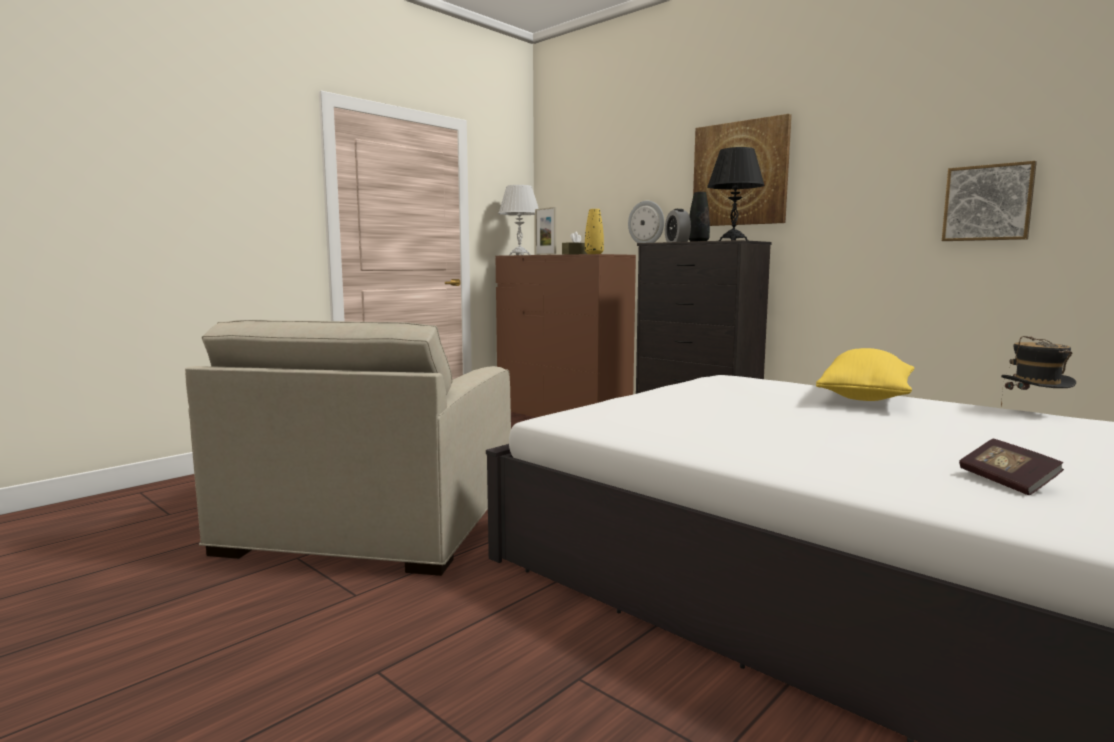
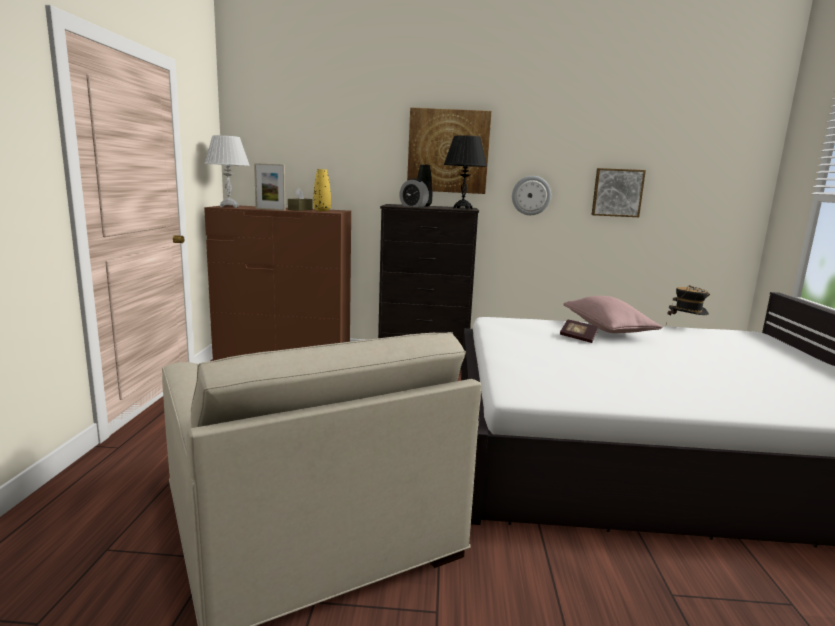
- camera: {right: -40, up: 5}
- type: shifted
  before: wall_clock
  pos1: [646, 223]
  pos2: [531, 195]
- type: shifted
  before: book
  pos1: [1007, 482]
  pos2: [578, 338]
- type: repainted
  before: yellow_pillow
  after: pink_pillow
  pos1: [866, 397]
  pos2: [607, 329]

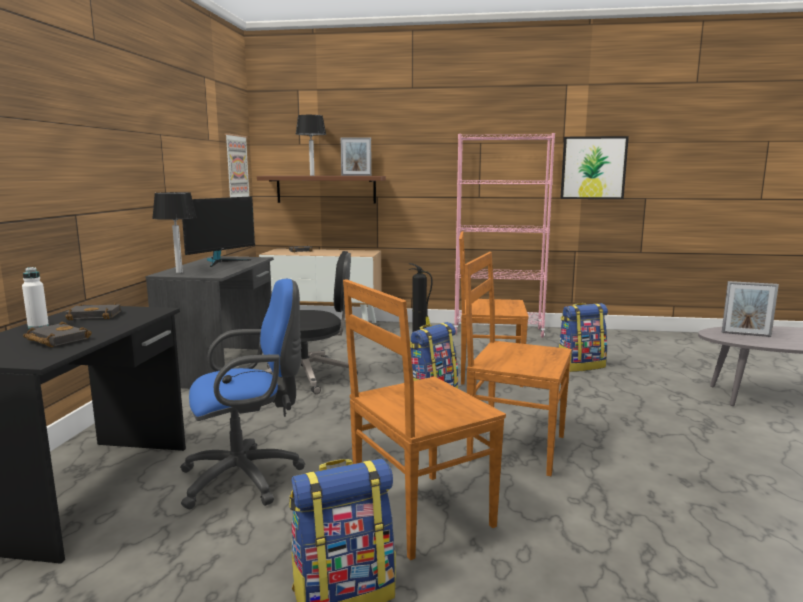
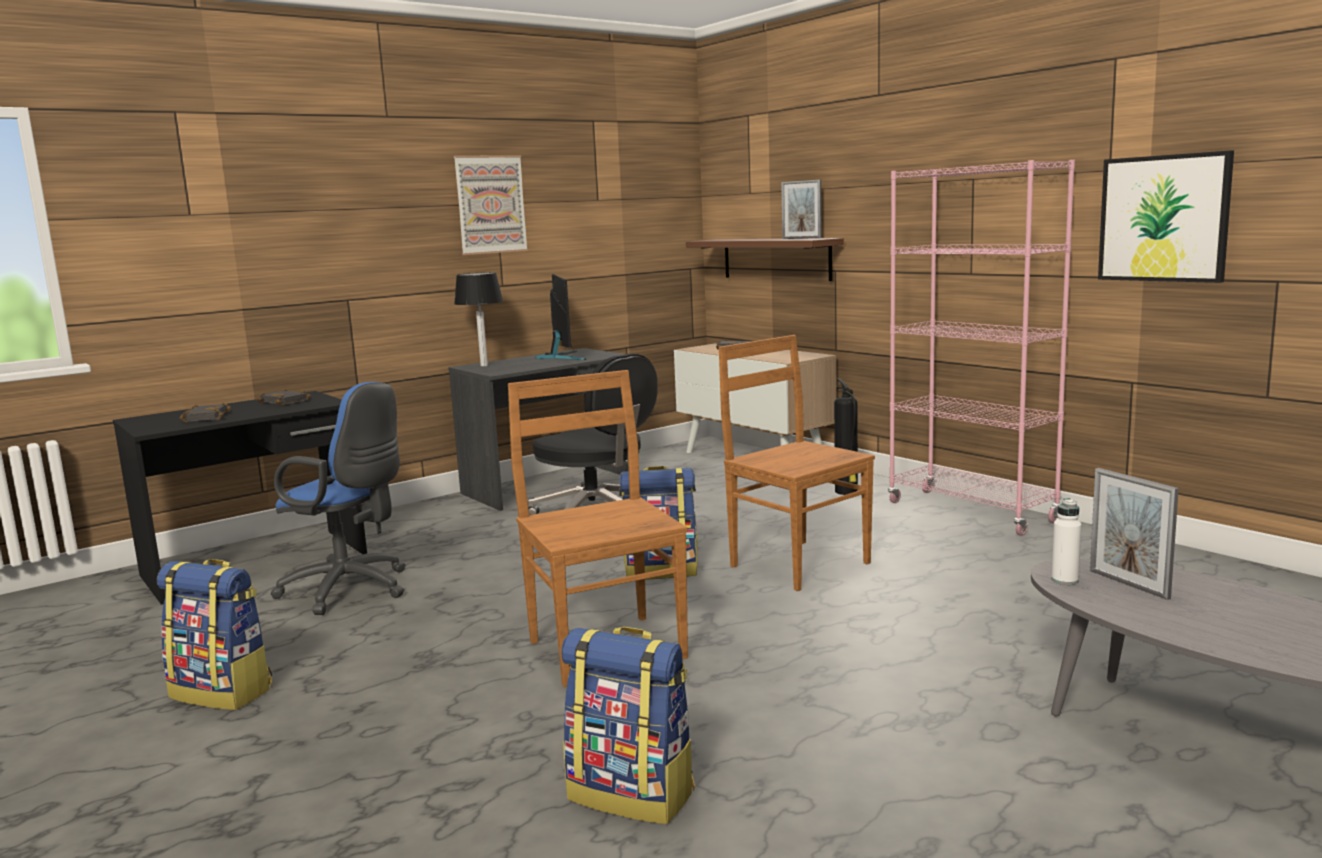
- camera: {right: 45, up: 0}
- type: shifted
  before: picture
  pos1: [236, 167]
  pos2: [490, 204]
- type: rotated
  before: monitor
  pos1: [221, 262]
  pos2: [561, 356]
  turn: -90
- type: shifted
  before: backpack
  pos1: [580, 366]
  pos2: [633, 794]
- type: shifted
  before: white_bottle
  pos1: [38, 326]
  pos2: [1065, 580]
- type: gone
  before: table_lamp
  pos1: [312, 175]
- type: gone
  before: brown_chair
  pos1: [418, 514]

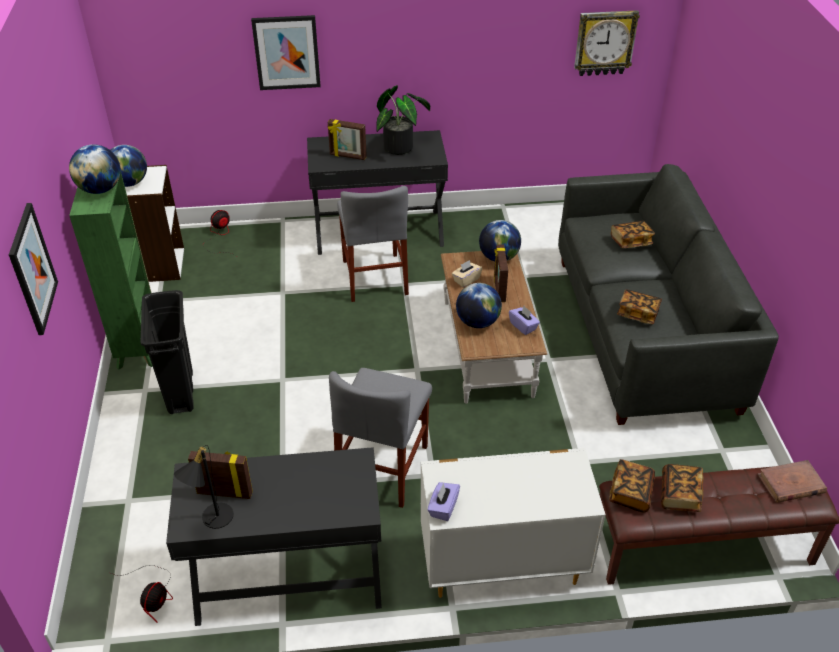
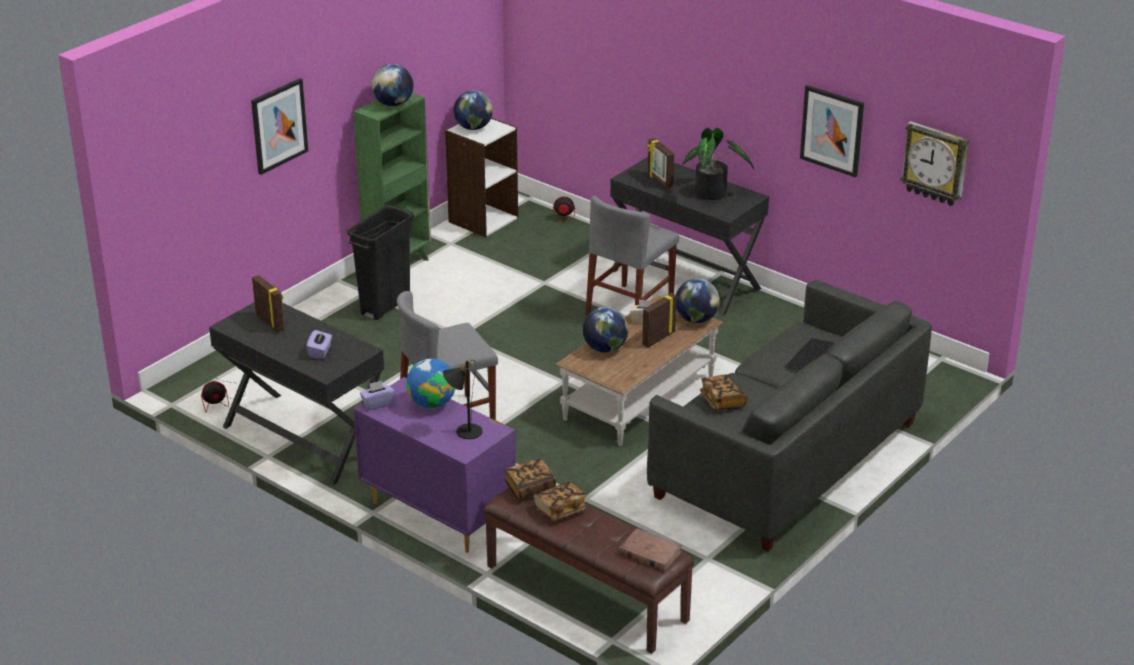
- camera: {right: 45, up: -10}
- type: shifted
  before: purple_tissue_box
  pos1: [523, 326]
  pos2: [320, 352]
- type: repainted
  before: white_dresser
  after: purple_dresser
  pos1: [501, 564]
  pos2: [437, 513]
- type: new
  after: globe
  pos2: [432, 403]
- type: shifted
  before: black_table_lamp
  pos1: [211, 518]
  pos2: [464, 430]
- type: swapped
  before: book
  after: keyboard
  pos1: [630, 241]
  pos2: [810, 357]
- type: shifted
  before: picture
  pos1: [286, 52]
  pos2: [832, 130]

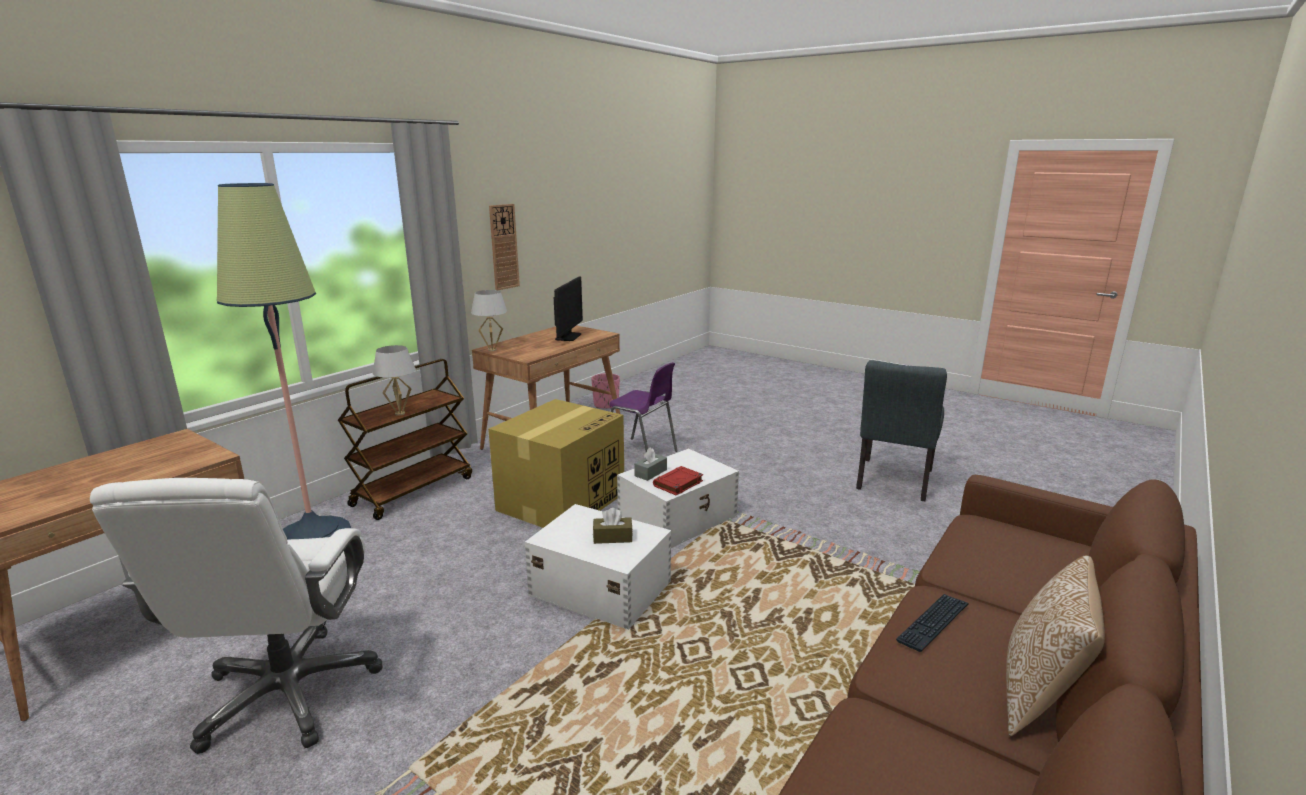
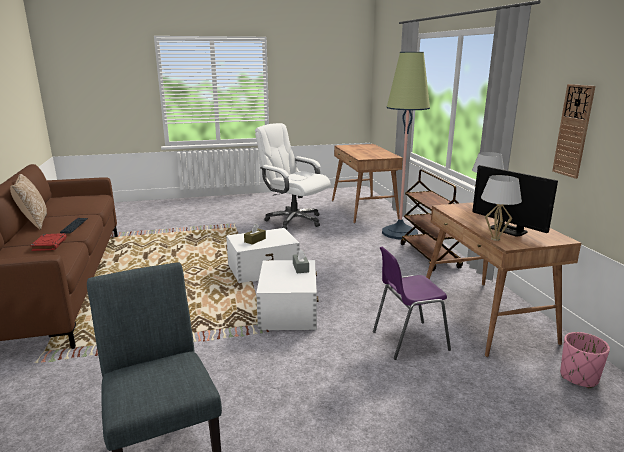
- camera: {right: 130, up: 0}
- type: shifted
  before: red_book
  pos1: [678, 484]
  pos2: [49, 244]
- type: shifted
  before: white_table_lamp
  pos1: [400, 413]
  pos2: [495, 239]
- type: gone
  before: cardboard_box
  pos1: [562, 501]

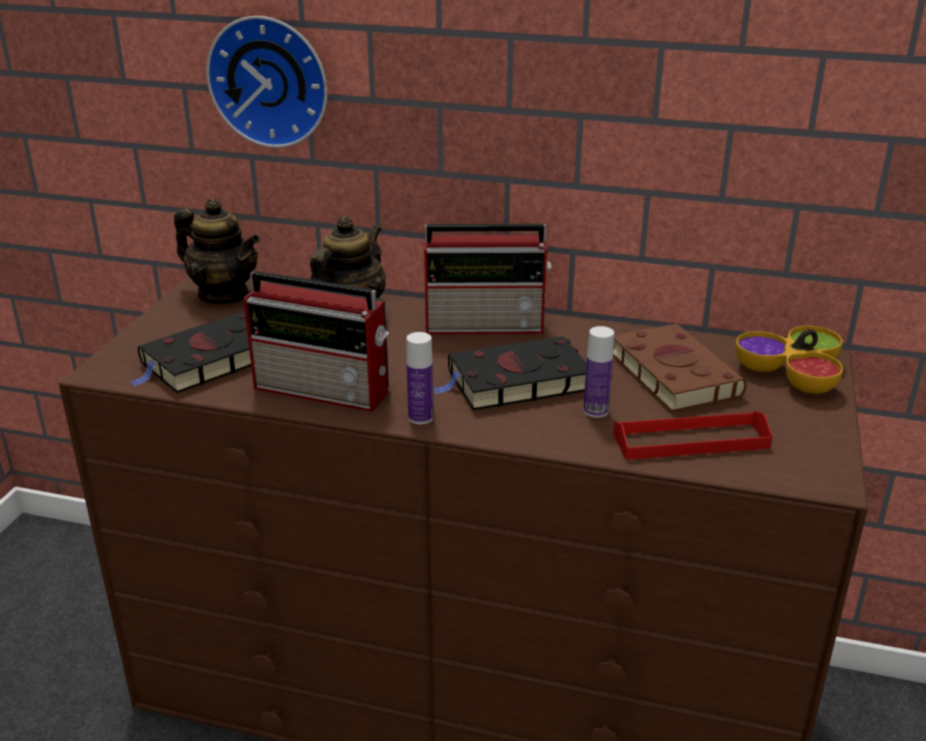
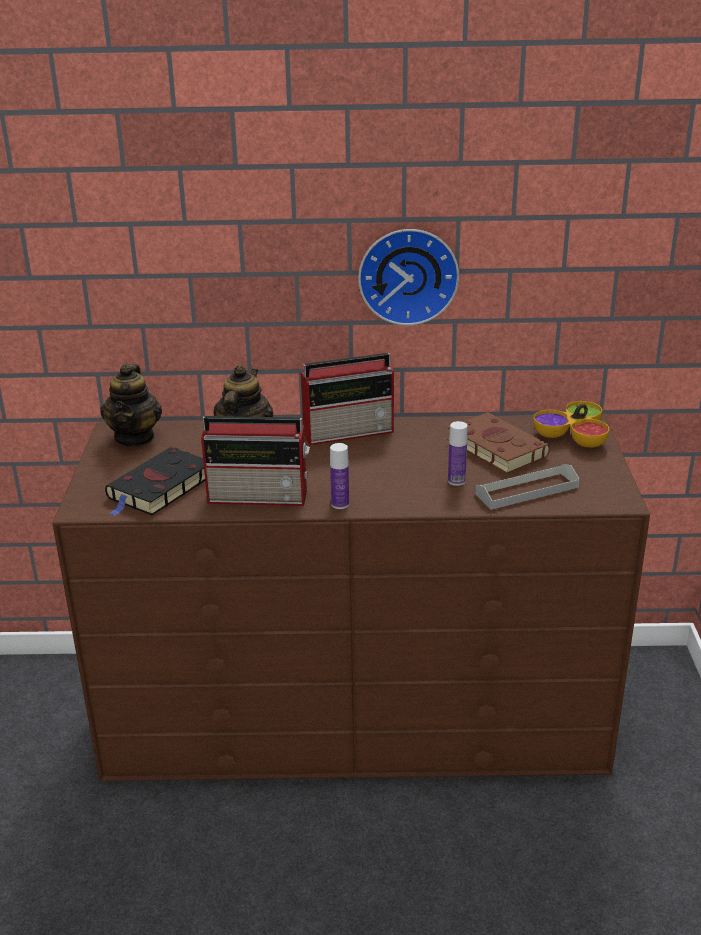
- camera: {right: -15, up: 0}
- type: rotated
  before: teapot
  pos1: [224, 295]
  pos2: [135, 437]
  turn: 75
- type: shifted
  before: wall_clock
  pos1: [271, 80]
  pos2: [408, 275]
- type: repainted
  before: red_tray
  after: grey_tray
  pos1: [690, 441]
  pos2: [527, 491]
- type: gone
  before: black_book
  pos1: [515, 382]

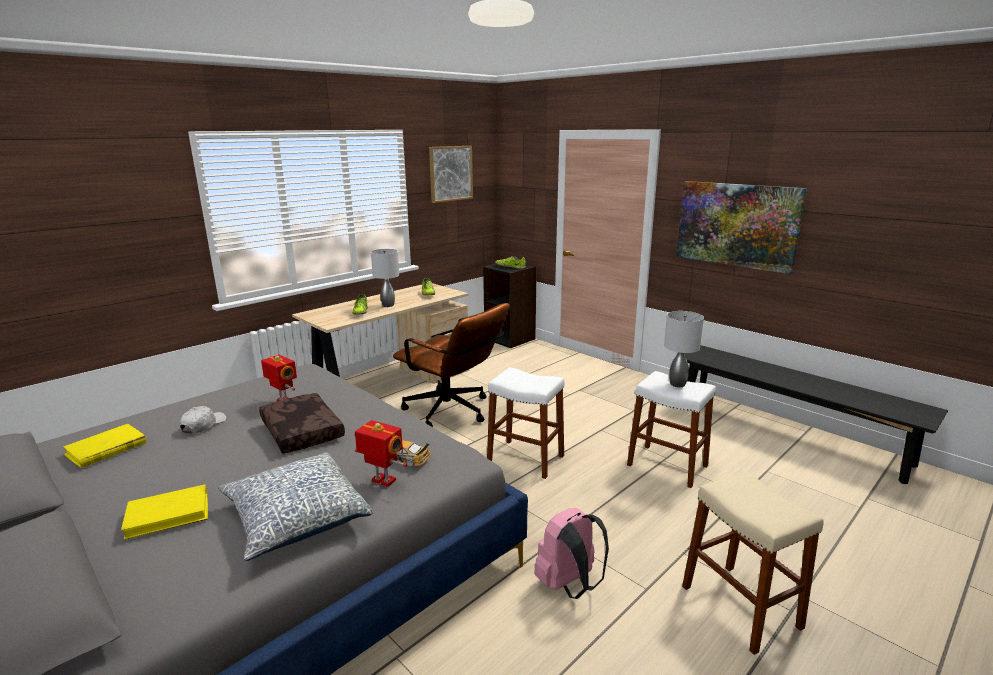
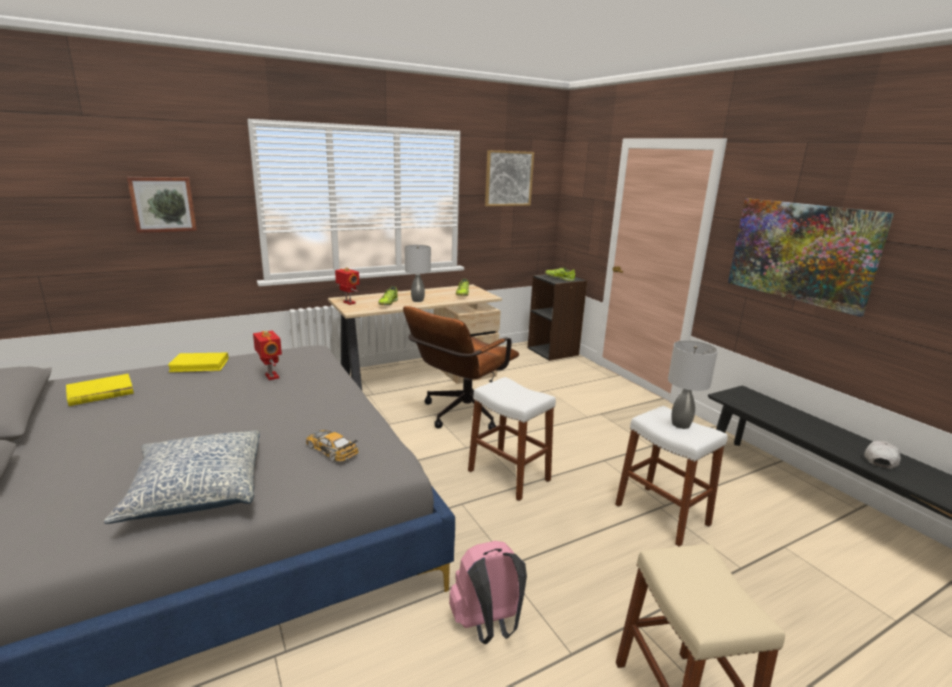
- camera: {right: 15, up: 0}
- type: new
  after: picture
  pos2: [163, 204]
- type: shifted
  before: yellow_book
  pos1: [168, 515]
  pos2: [200, 365]
- type: shifted
  before: toy_robot
  pos1: [382, 481]
  pos2: [348, 303]
- type: rotated
  before: brown_office_chair
  pos1: [453, 412]
  pos2: [460, 415]
  turn: 75
- type: shifted
  before: white_cap
  pos1: [203, 425]
  pos2: [880, 459]
- type: gone
  before: brown_pillow
  pos1: [300, 432]

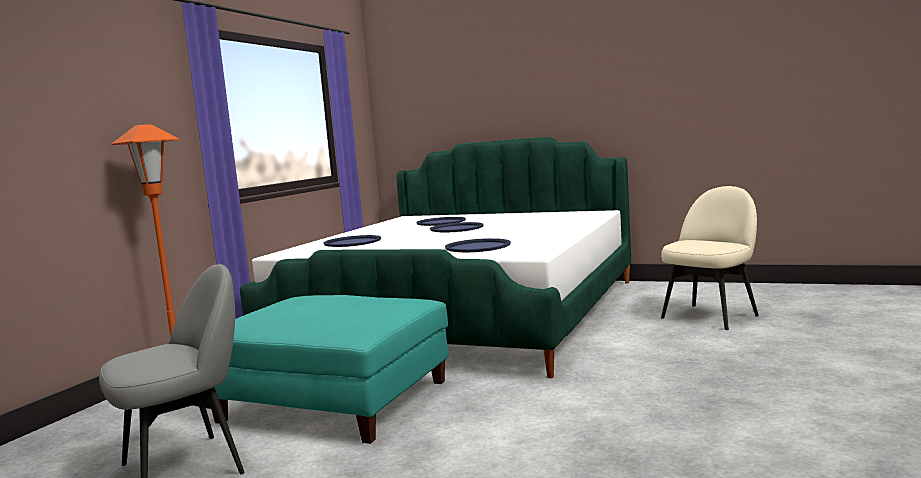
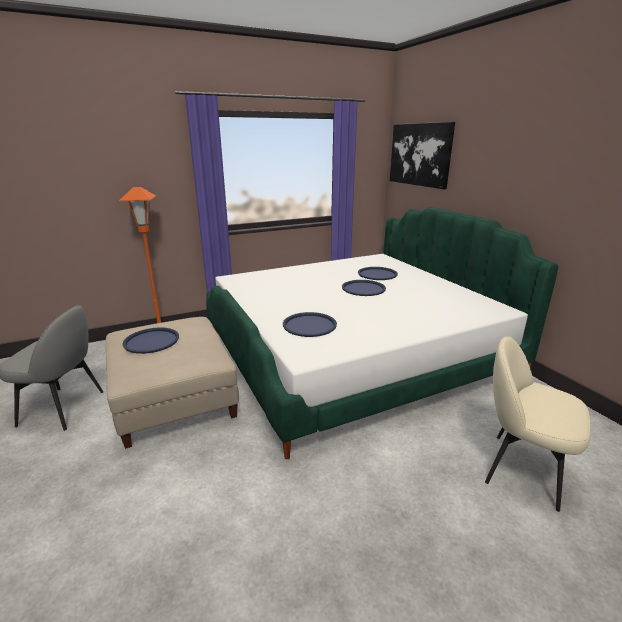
- camera: {right: 40, up: 15}
- type: repainted
  before: turquoise_ottoman
  after: beige_ottoman
  pos1: [335, 401]
  pos2: [174, 397]
- type: shifted
  before: blue_tray
  pos1: [352, 242]
  pos2: [151, 341]
- type: new
  after: picture
  pos2: [420, 154]
- type: rotated
  before: beige_chair
  pos1: [711, 316]
  pos2: [521, 468]
  turn: -150

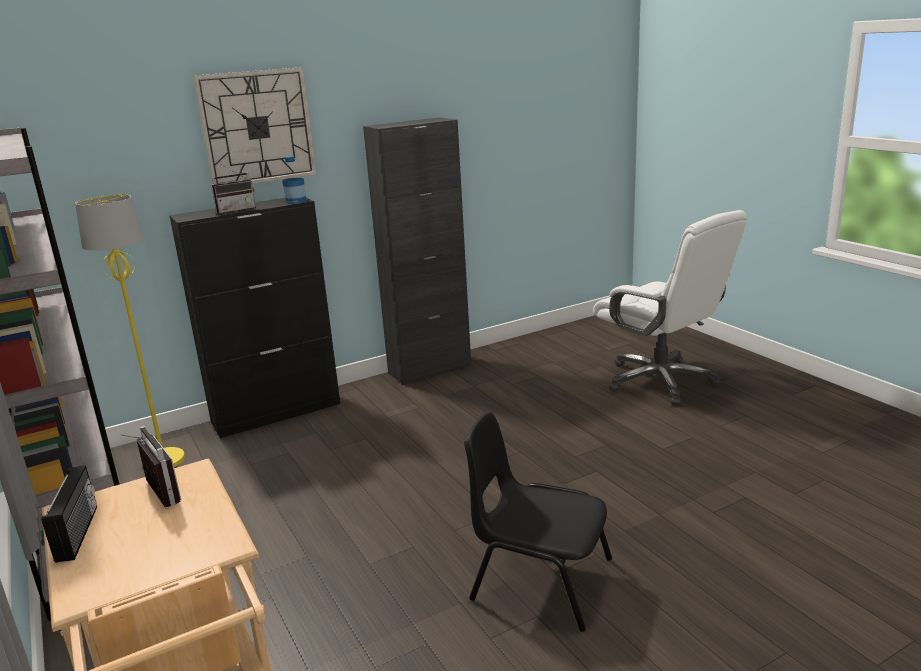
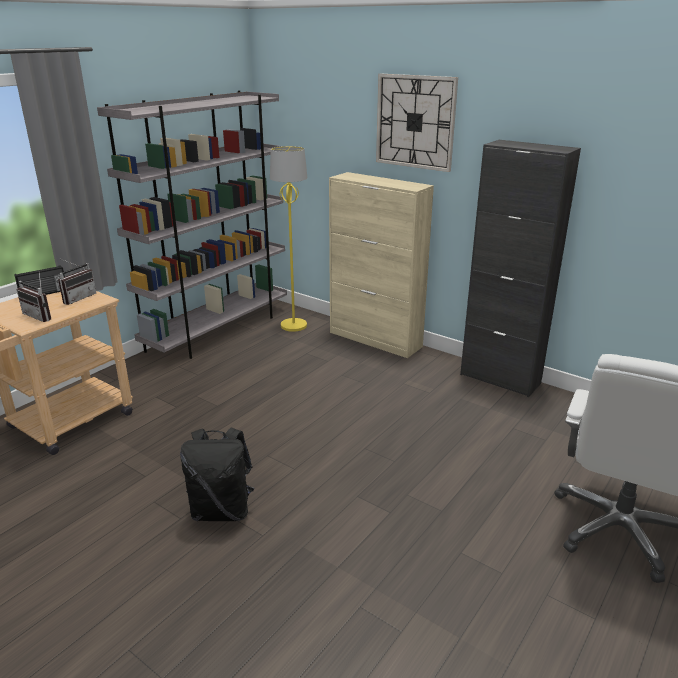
- camera: {right: 65, up: 5}
- type: shifted
  before: radio
  pos1: [235, 210]
  pos2: [41, 316]
- type: swapped
  before: black_chair
  after: black_backpack
  pos1: [539, 579]
  pos2: [222, 510]
- type: repainted
  before: black_cabinet
  after: beige_cabinet
  pos1: [277, 412]
  pos2: [375, 339]
- type: gone
  before: bottle
  pos1: [295, 201]

